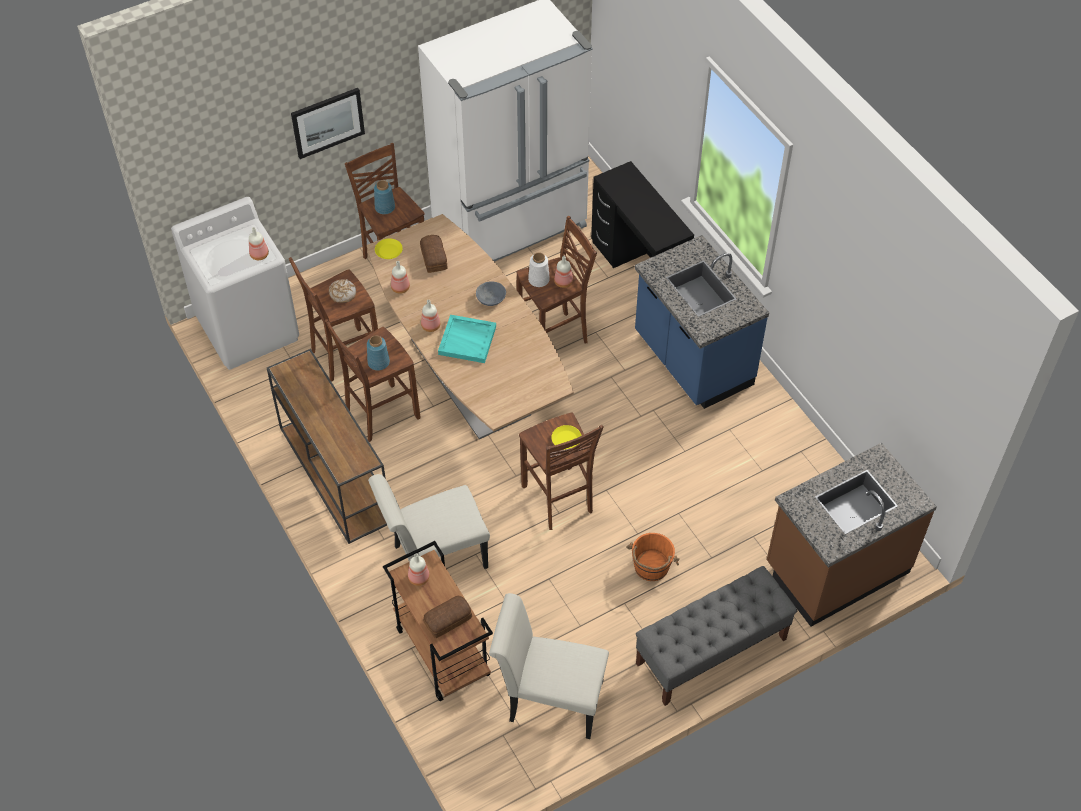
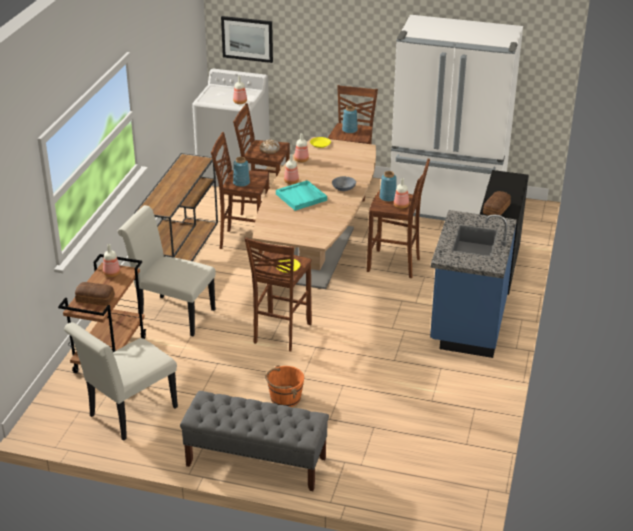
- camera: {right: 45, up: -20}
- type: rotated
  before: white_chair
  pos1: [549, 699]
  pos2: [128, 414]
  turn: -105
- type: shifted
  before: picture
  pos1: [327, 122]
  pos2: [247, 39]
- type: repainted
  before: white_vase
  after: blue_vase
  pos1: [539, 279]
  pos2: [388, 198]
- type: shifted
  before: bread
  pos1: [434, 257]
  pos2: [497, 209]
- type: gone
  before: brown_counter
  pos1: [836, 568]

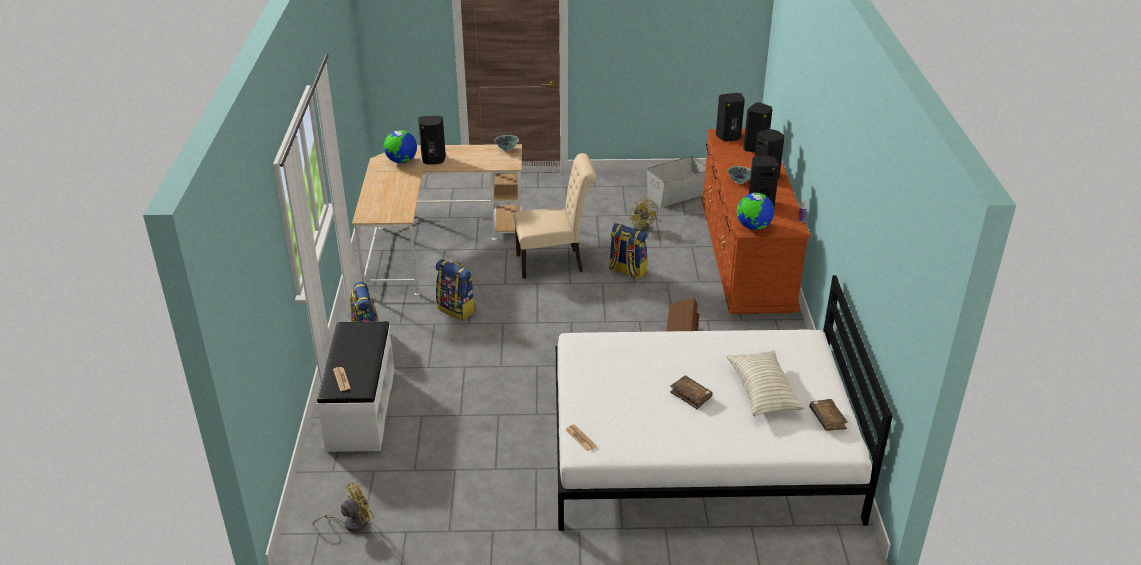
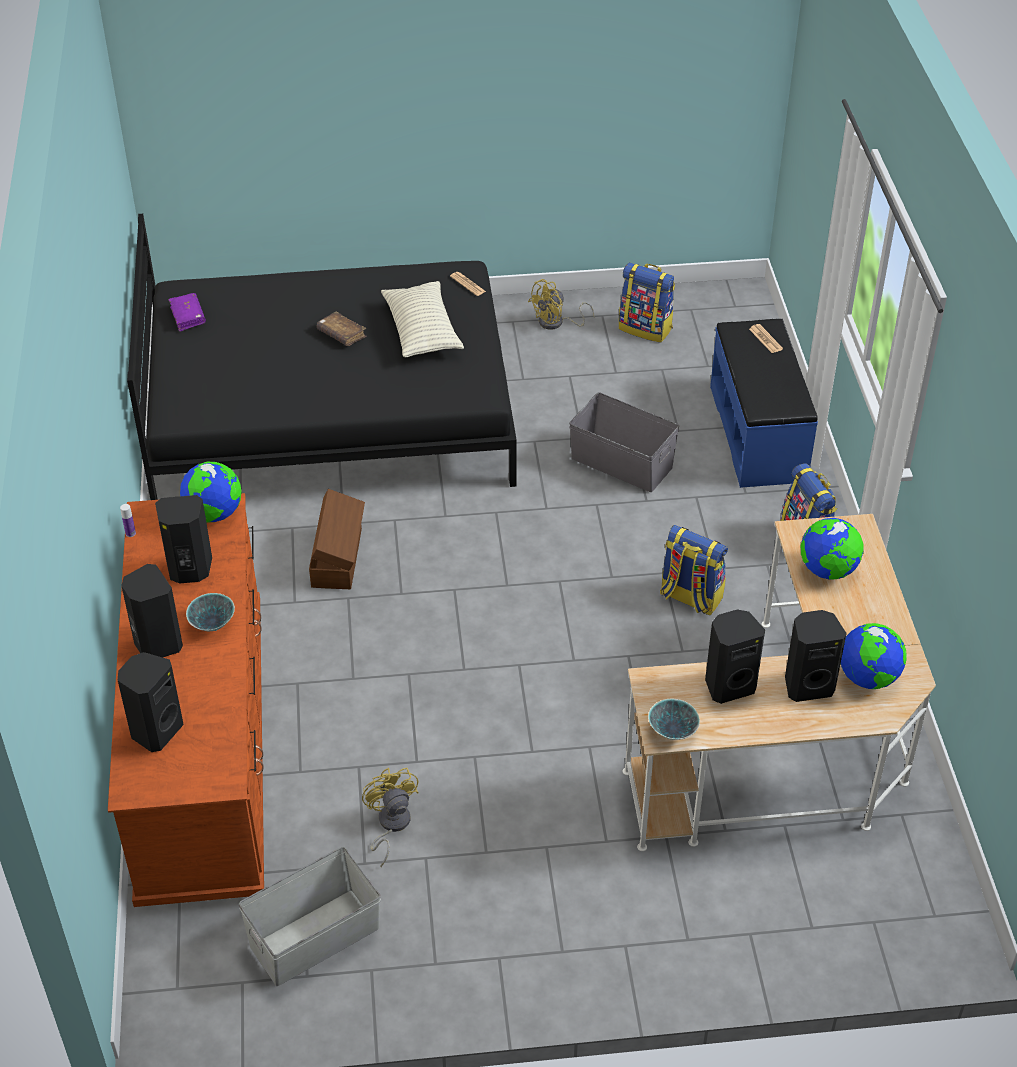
- camera: {right: 175, up: 10}
- type: repainted
  before: white_bed
  after: black_bed
  pos1: [700, 448]
  pos2: [329, 411]
- type: repainted
  before: brown_book
  after: purple_book
  pos1: [827, 419]
  pos2: [188, 316]
- type: shifted
  before: pillow
  pos1: [762, 392]
  pos2: [422, 331]
- type: shifted
  before: yellow_fan
  pos1: [351, 523]
  pos2: [556, 323]
- type: new
  after: grey_storage_box
  pos2: [621, 462]
- type: shifted
  before: backpack
  pos1: [627, 271]
  pos2: [646, 328]
- type: shifted
  before: black_speaker
  pos1: [728, 137]
  pos2: [728, 685]
- type: repainted
  before: white_bench
  after: blue_bench
  pos1: [360, 409]
  pos2: [758, 433]
- type: new
  after: globe
  pos2: [828, 570]
- type: gone
  before: beige_chair
  pos1: [554, 263]

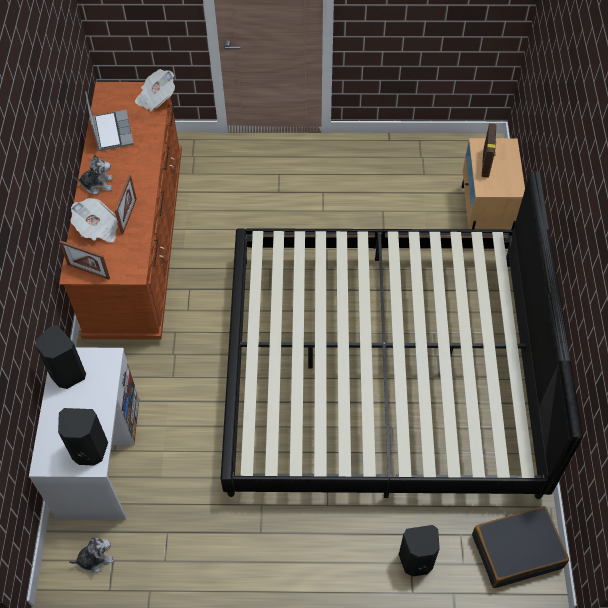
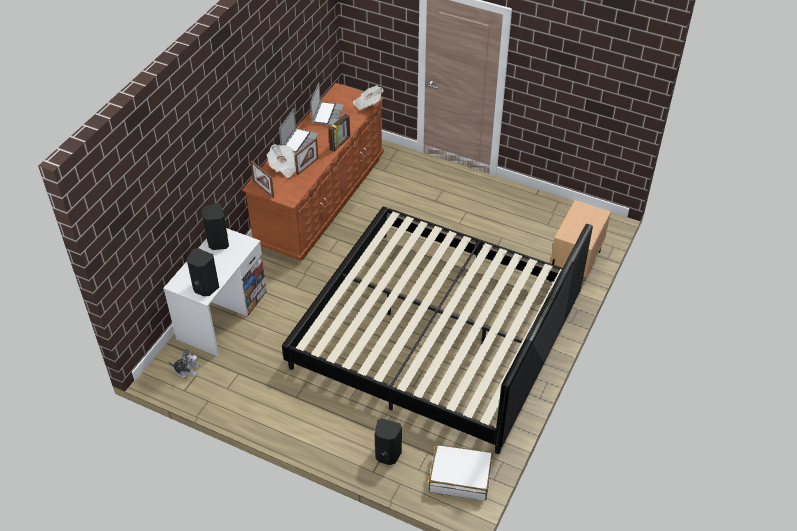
- camera: {right: 25, up: -10}
- type: swapped
  before: plush_toy
  after: laptop
  pos1: [97, 184]
  pos2: [299, 142]
- type: shifted
  before: picture_frame
  pos1: [486, 163]
  pos2: [340, 144]
- type: repainted
  before: black_suitcase
  after: white_suitcase
  pos1: [516, 550]
  pos2: [460, 477]

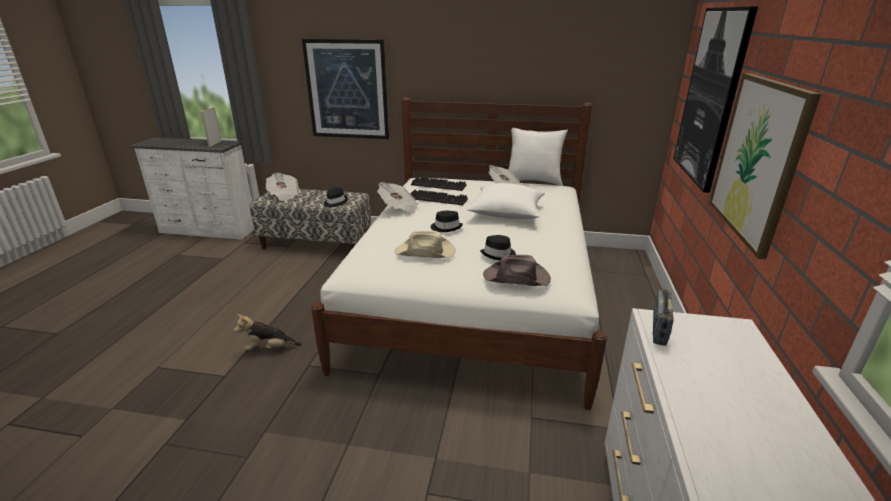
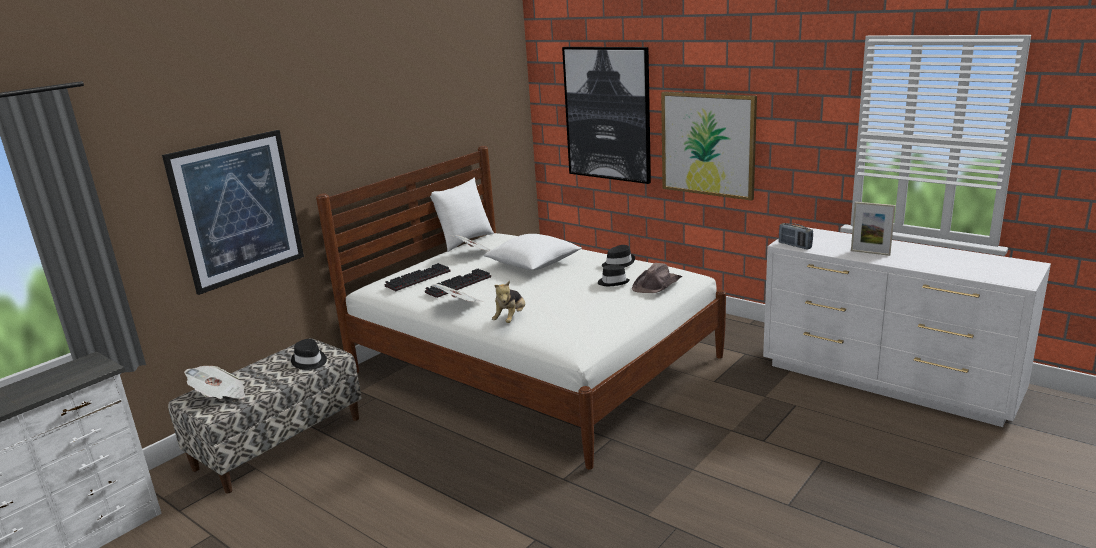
- camera: {right: -60, up: -5}
- type: shifted
  before: plush_toy
  pos1: [269, 348]
  pos2: [511, 319]
- type: shifted
  before: black_hat
  pos1: [446, 227]
  pos2: [618, 263]
- type: shifted
  before: picture_frame
  pos1: [215, 143]
  pos2: [870, 253]
- type: gone
  before: beige_hat
  pos1: [425, 252]

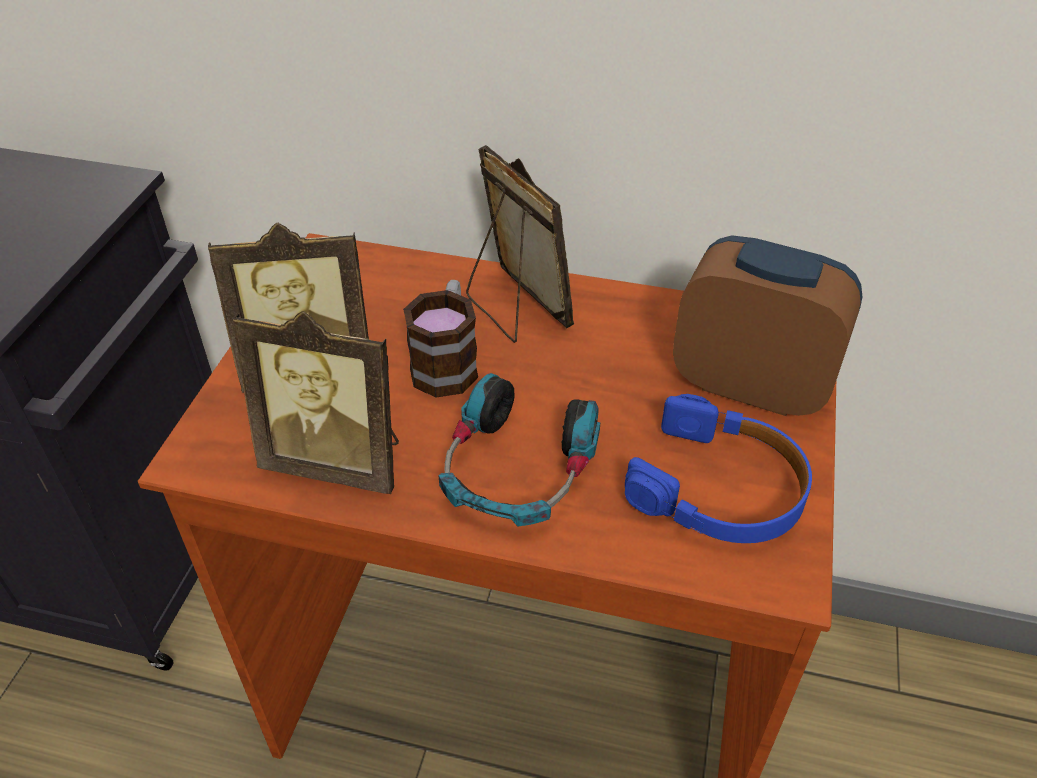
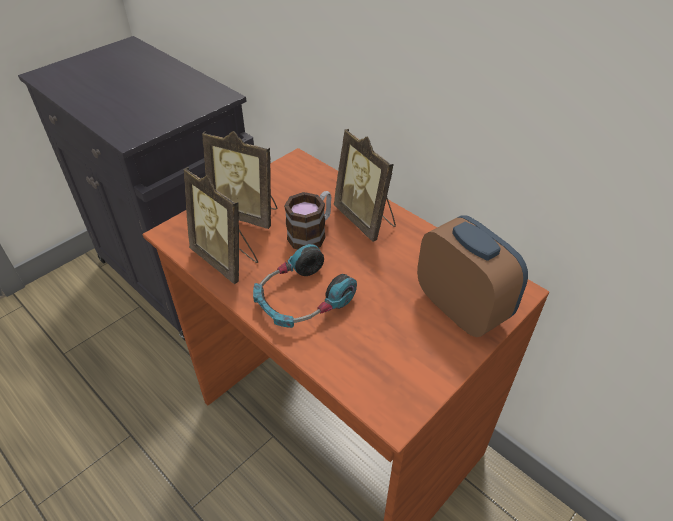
- camera: {right: 30, up: 0}
- type: rotated
  before: picture_frame
  pos1: [514, 309]
  pos2: [366, 220]
  turn: 150
- type: gone
  before: blue_headphones
  pos1: [719, 489]

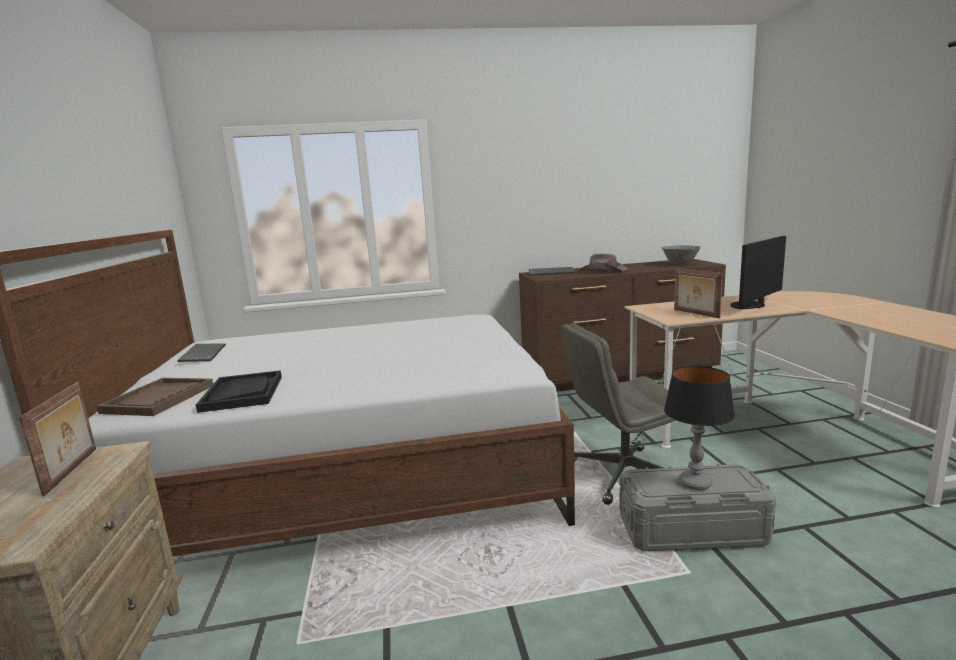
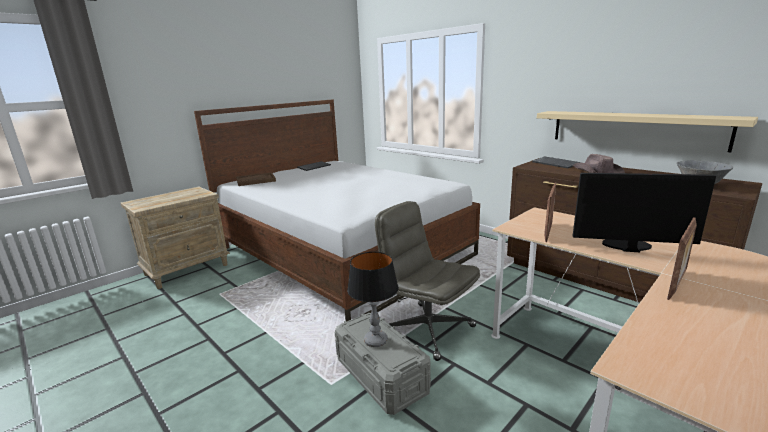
- camera: {right: 55, up: 5}
- type: new
  after: beige_shelf
  pos2: [634, 129]
- type: shifted
  before: picture_frame
  pos1: [73, 470]
  pos2: [677, 284]
- type: gone
  before: black_tray
  pos1: [242, 393]

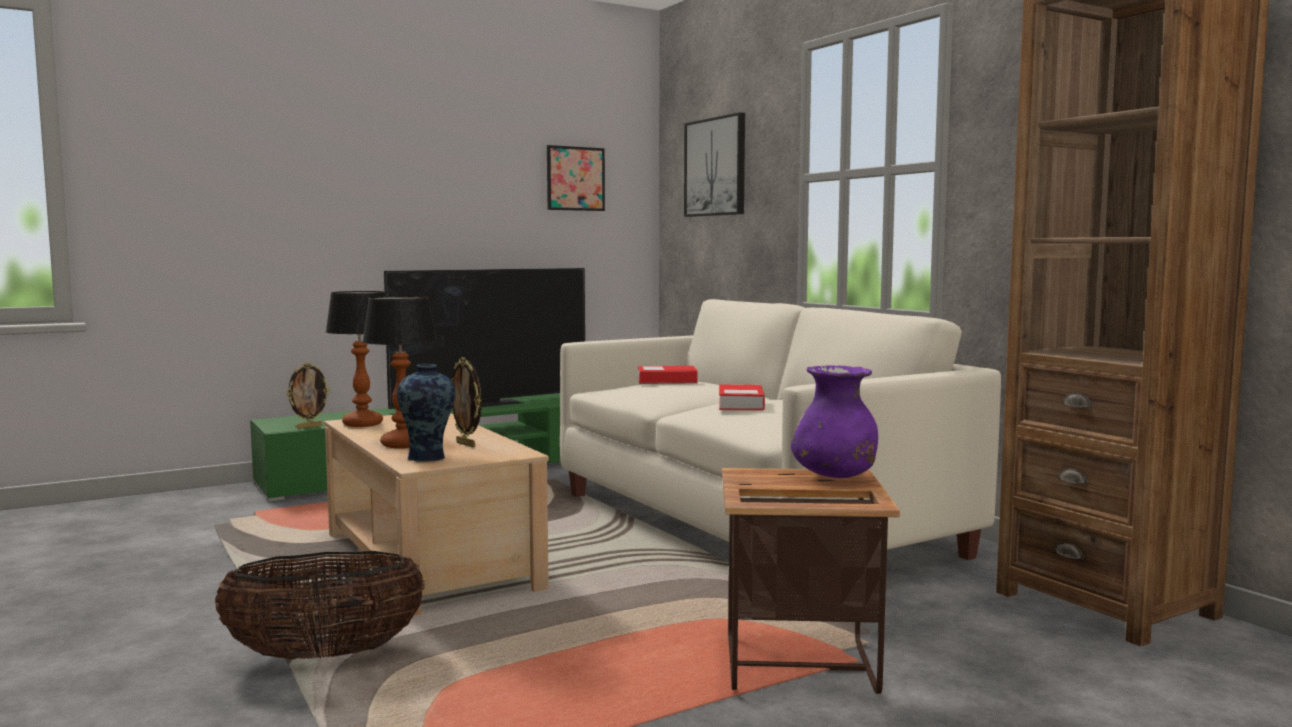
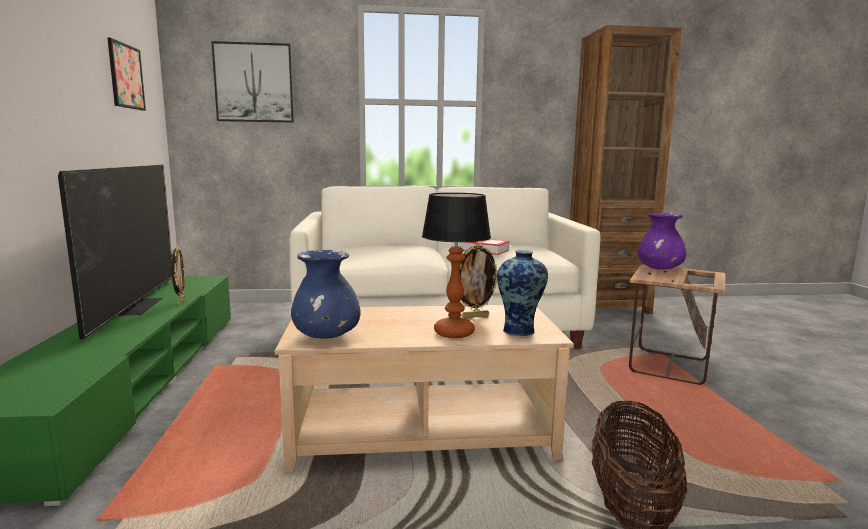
- camera: {right: -65, up: 5}
- type: shifted
  before: picture_frame
  pos1: [309, 427]
  pos2: [180, 301]
- type: swapped
  before: table_lamp
  after: blue_vase
  pos1: [363, 424]
  pos2: [327, 336]
- type: gone
  before: book
  pos1: [667, 381]

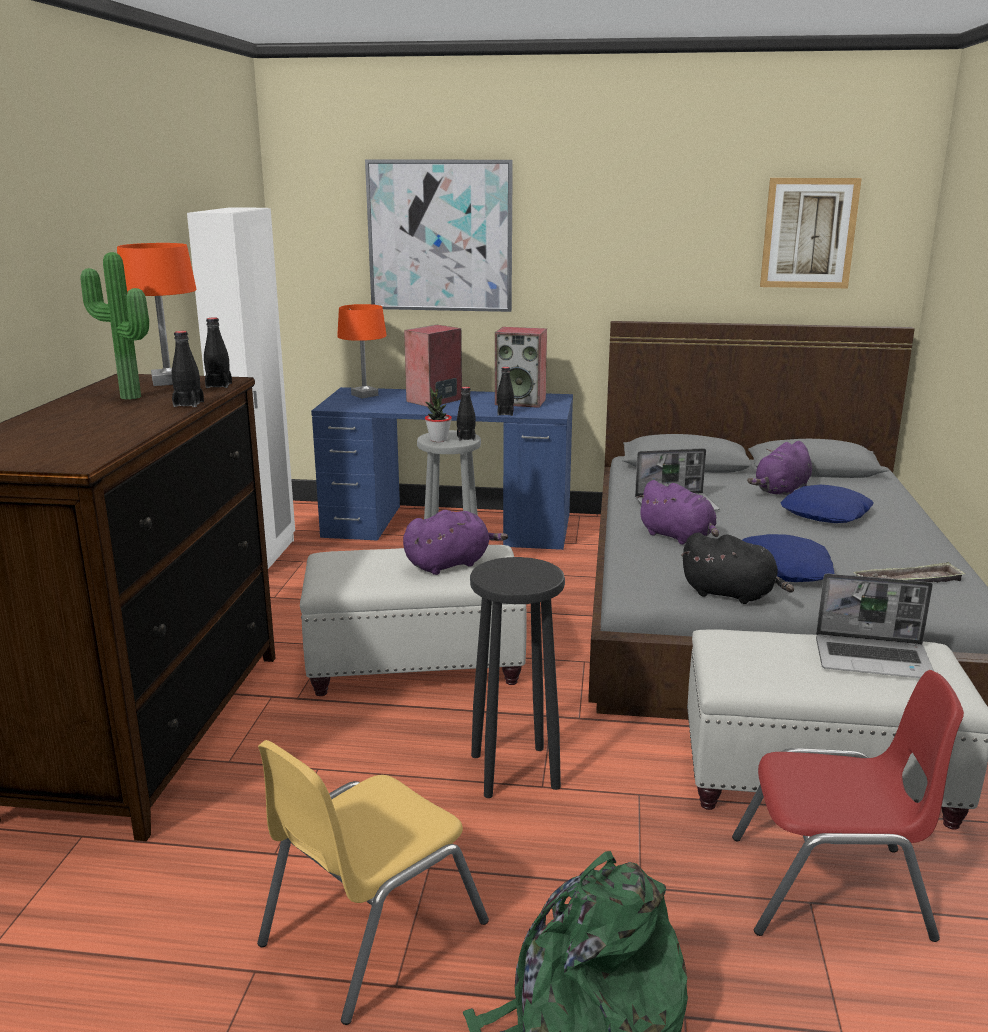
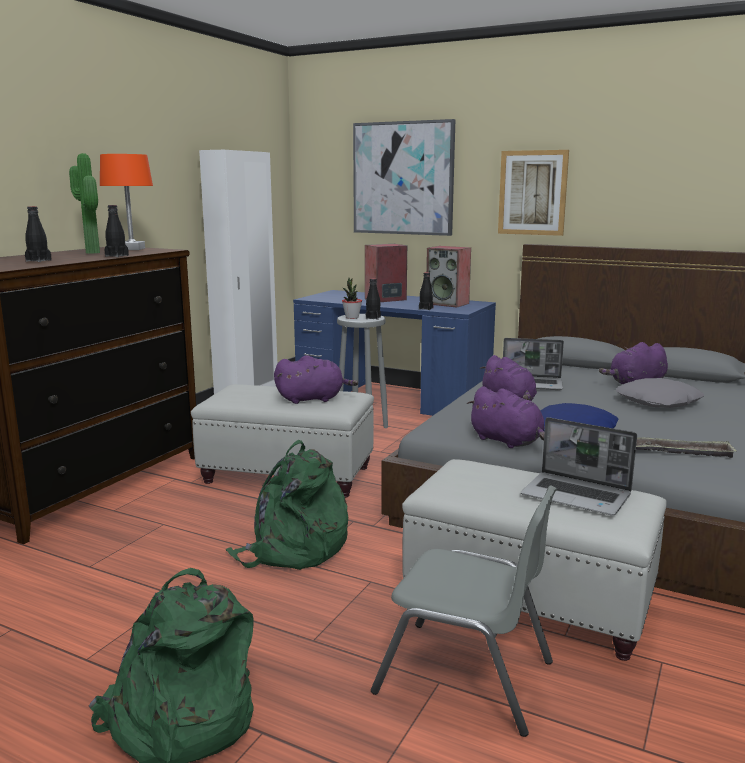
- camera: {right: 20, up: -5}
- type: shifted
  before: black_bottle
  pos1: [219, 385]
  pos2: [38, 260]
- type: swapped
  before: black_stool
  after: green_backpack
  pos1: [514, 770]
  pos2: [293, 549]
- type: repainted
  before: red_chair
  after: grey_chair
  pos1: [830, 889]
  pos2: [465, 677]
- type: repainted
  before: black_plush_toy
  after: purple_plush_toy
  pos1: [732, 594]
  pos2: [508, 441]
- type: shifted
  before: picture
  pos1: [809, 233]
  pos2: [532, 193]
- type: repainted
  before: blue_pillow
  after: grey_pillow
  pos1: [826, 514]
  pos2: [659, 402]
- type: gone
  before: yellow_chair
  pos1: [371, 932]
- type: gone
  before: orange_table_lamp
  pos1: [364, 395]

